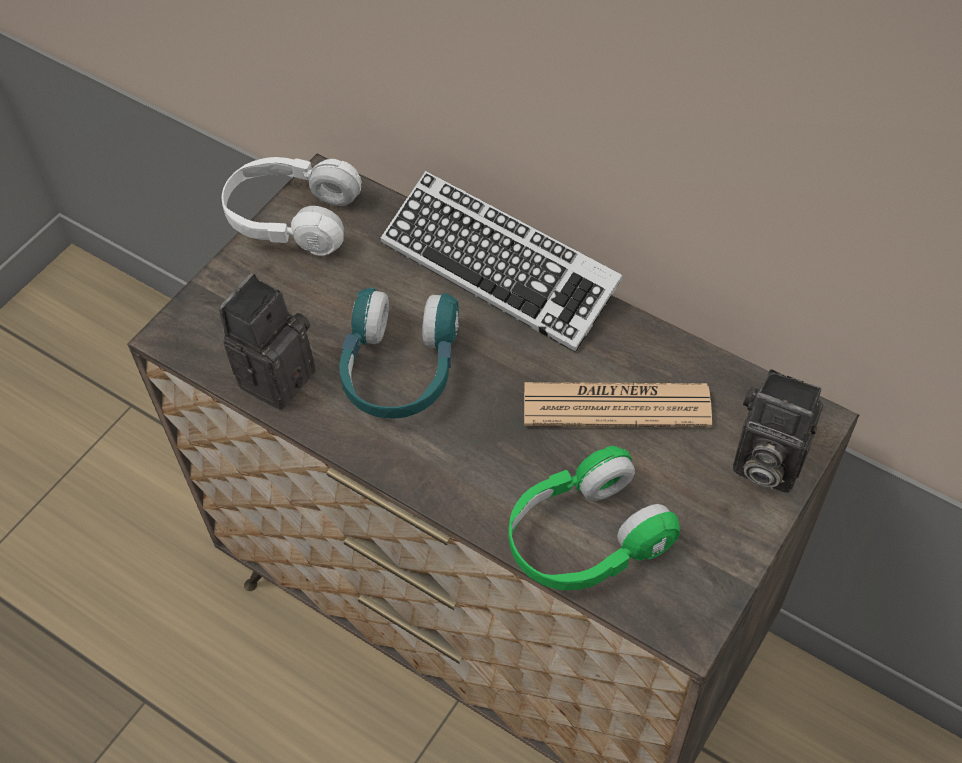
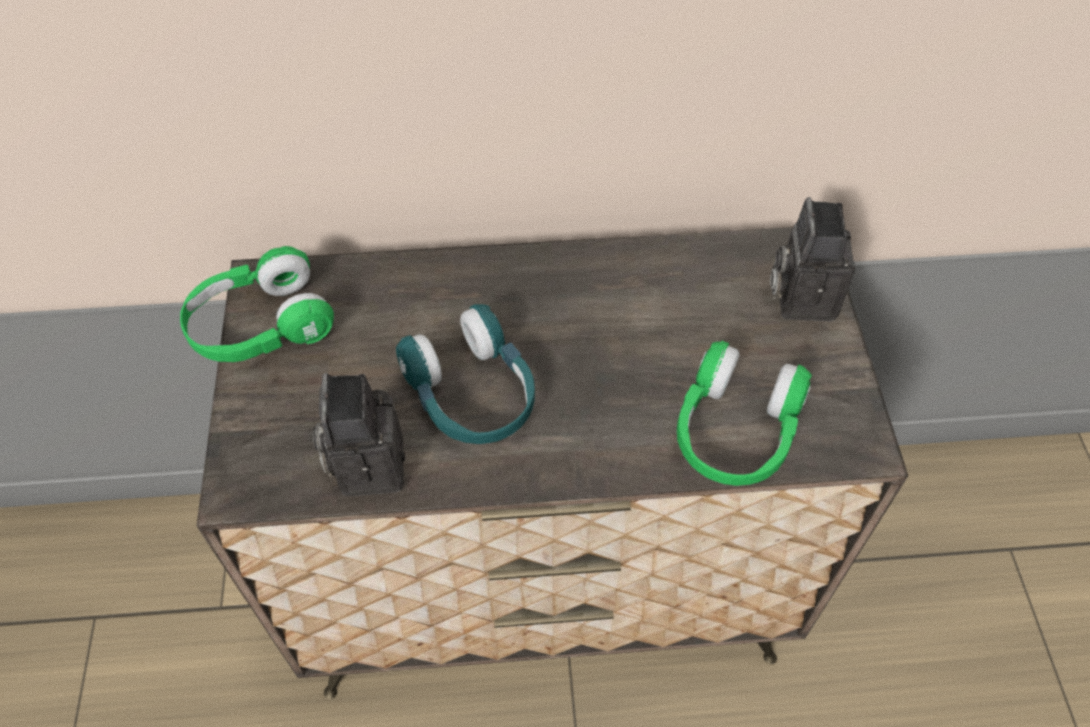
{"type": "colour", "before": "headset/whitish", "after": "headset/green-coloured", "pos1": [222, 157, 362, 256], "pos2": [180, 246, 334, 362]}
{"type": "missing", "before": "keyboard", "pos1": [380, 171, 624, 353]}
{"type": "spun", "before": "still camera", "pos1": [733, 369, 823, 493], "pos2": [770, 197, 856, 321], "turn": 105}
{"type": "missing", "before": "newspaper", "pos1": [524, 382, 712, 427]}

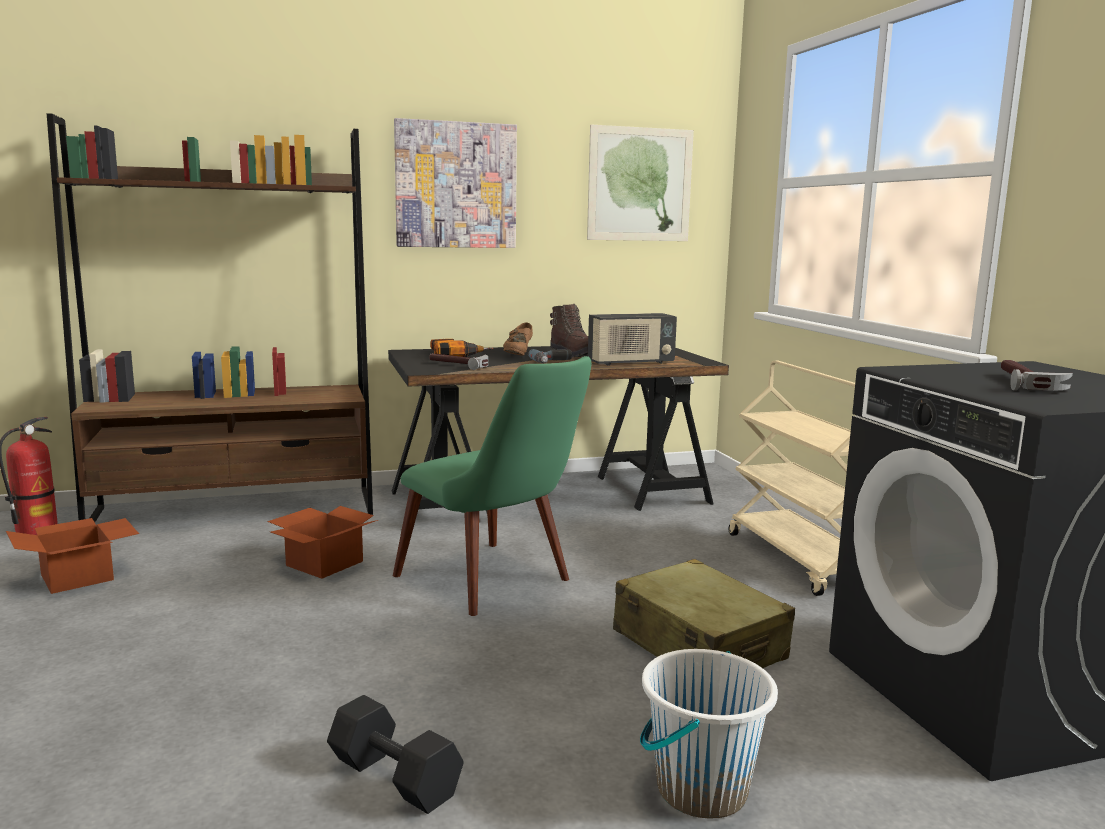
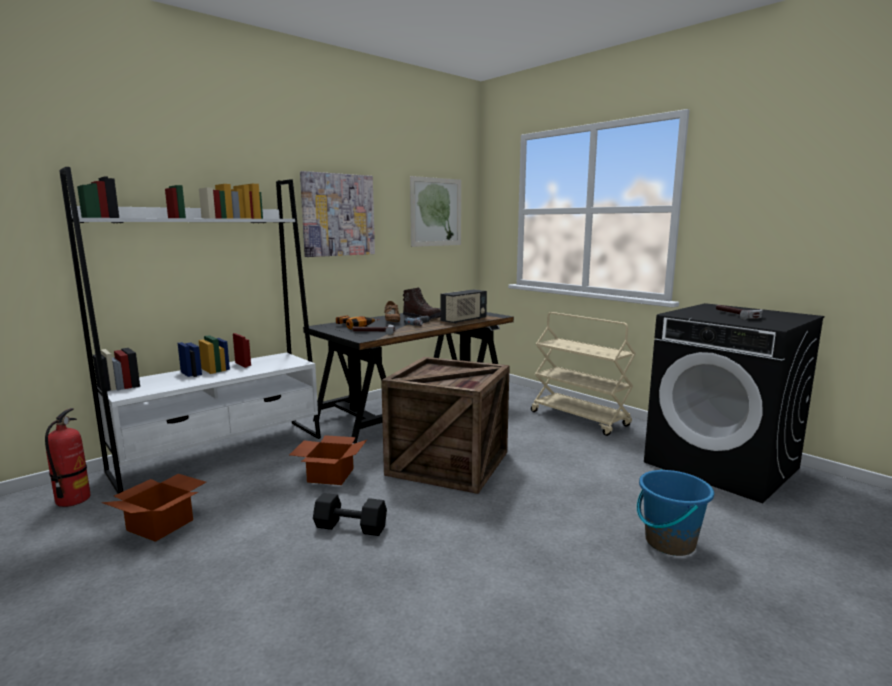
{"type": "colour", "before": "shelving unit/brownish", "after": "shelving unit/whitish", "pos1": [47, 113, 373, 522], "pos2": [59, 167, 321, 494]}
{"type": "exchanged", "before": "chair/green-coloured", "after": "packing crate", "pos1": [393, 356, 592, 616], "pos2": [381, 357, 510, 494]}
{"type": "missing", "before": "suitcase/sand-coloured", "pos1": [613, 559, 795, 668]}
{"type": "colour", "before": "bucket/whitish", "after": "bucket/blue", "pos1": [640, 649, 778, 819], "pos2": [637, 469, 714, 556]}
{"type": "relocated", "before": "free weight/black-coloured", "pos1": [327, 695, 464, 814], "pos2": [313, 493, 387, 536]}

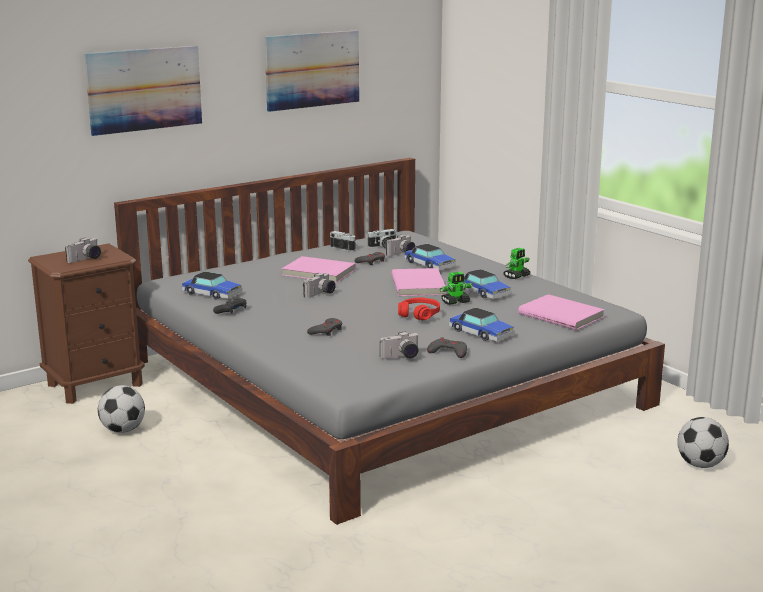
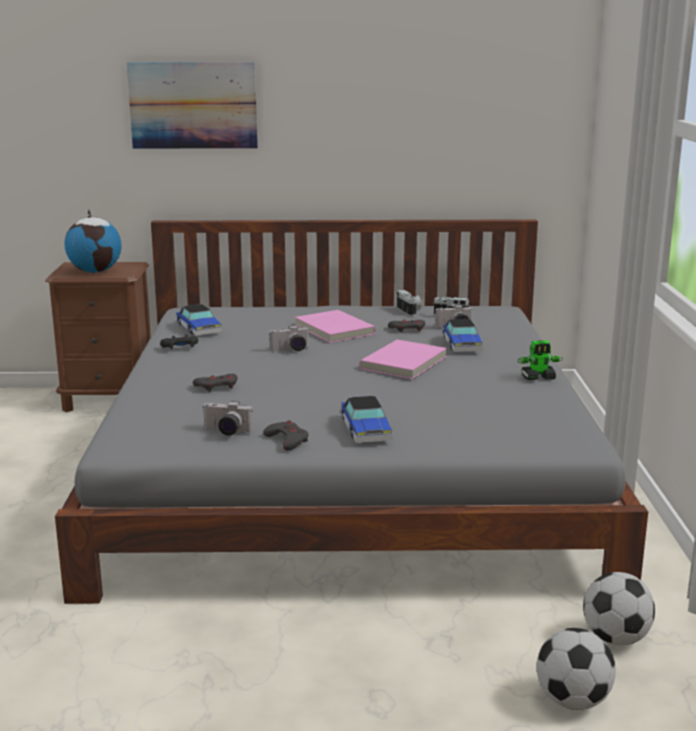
{"type": "missing", "before": "wall art", "pos1": [265, 30, 359, 112]}
{"type": "exchanged", "before": "still camera", "after": "world globe", "pos1": [65, 238, 101, 263], "pos2": [65, 210, 122, 273]}
{"type": "missing", "before": "model car", "pos1": [462, 269, 512, 299]}
{"type": "missing", "before": "model robot", "pos1": [439, 271, 474, 305]}
{"type": "missing", "before": "bound book/pinkish", "pos1": [518, 294, 604, 330]}
{"type": "missing", "before": "headset/red-coloured", "pos1": [398, 298, 440, 320]}
{"type": "relocated", "before": "football", "pos1": [98, 385, 145, 433], "pos2": [583, 572, 655, 645]}

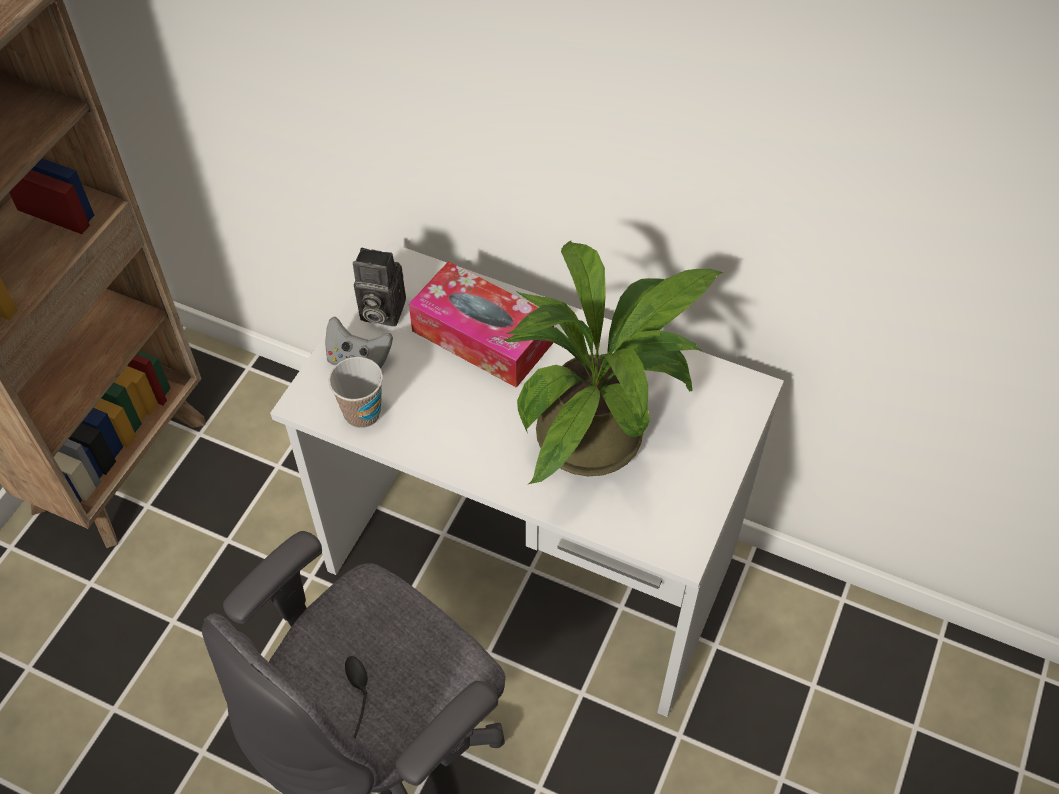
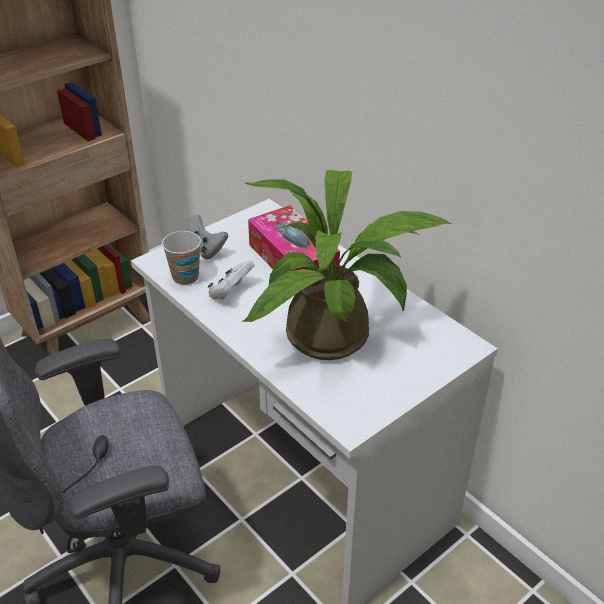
{"type": "missing", "before": "still camera", "pos1": [353, 248, 406, 326]}
{"type": "appeared", "after": "joypad/whitish", "pos2": [208, 260, 255, 300]}

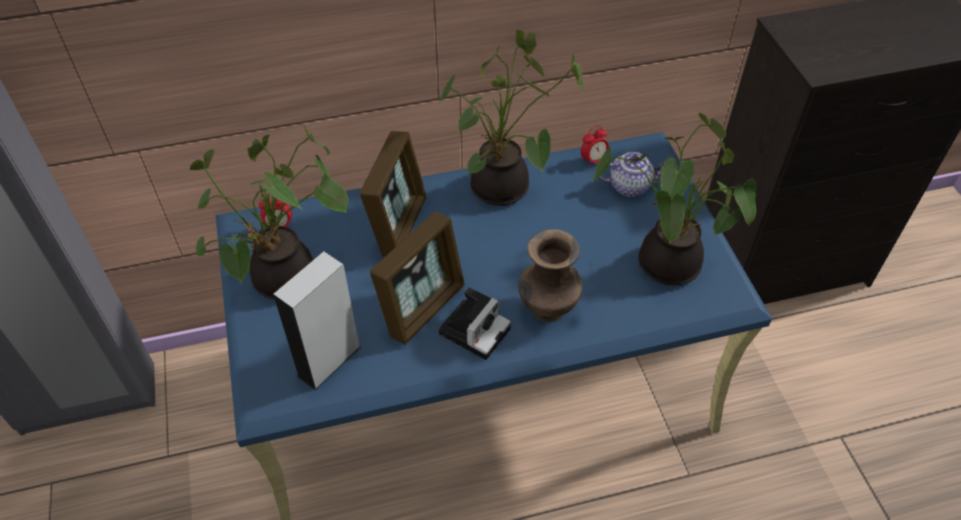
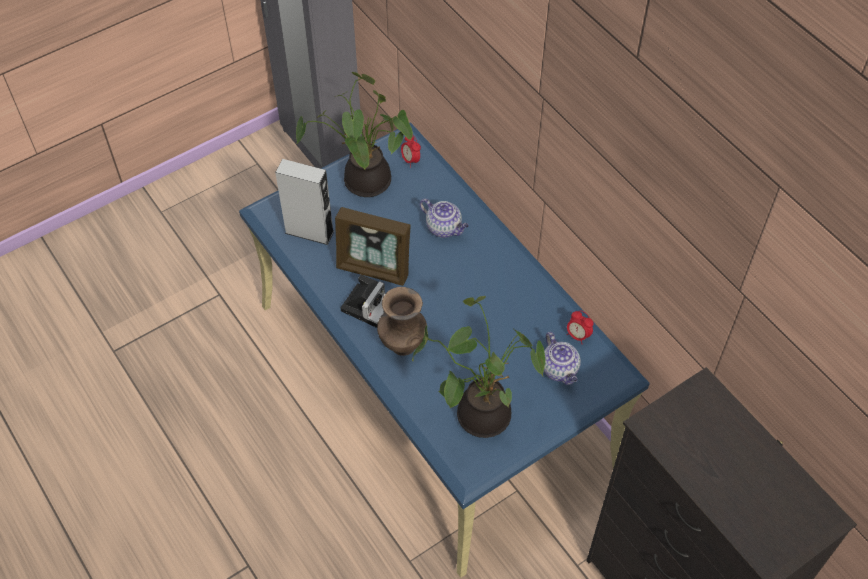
{"type": "missing", "before": "houseplant", "pos1": [439, 30, 584, 206]}
{"type": "exchanged", "before": "picture frame", "after": "tea pot", "pos1": [359, 131, 426, 257], "pos2": [420, 199, 469, 238]}
{"type": "spun", "before": "still camera", "pos1": [439, 287, 511, 360], "pos2": [341, 275, 386, 328], "turn": -75}

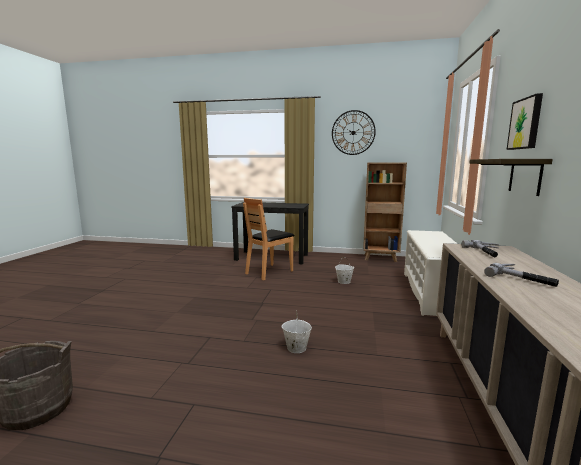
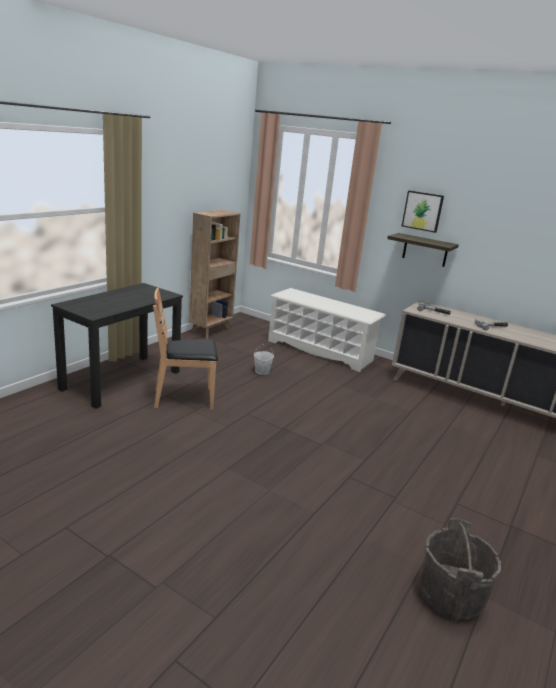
{"type": "missing", "before": "hanging clock", "pos1": [332, 110, 376, 155]}
{"type": "spun", "before": "chair/brownish", "pos1": [243, 198, 294, 280], "pos2": [153, 288, 218, 410], "turn": 105}
{"type": "missing", "before": "bucket/whitish", "pos1": [282, 311, 312, 353]}

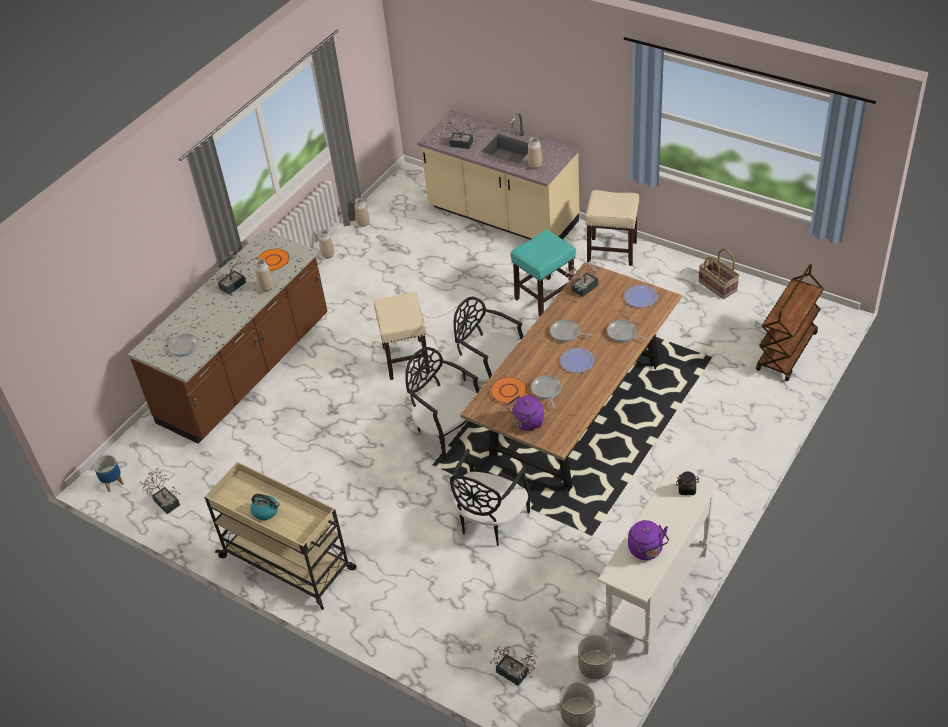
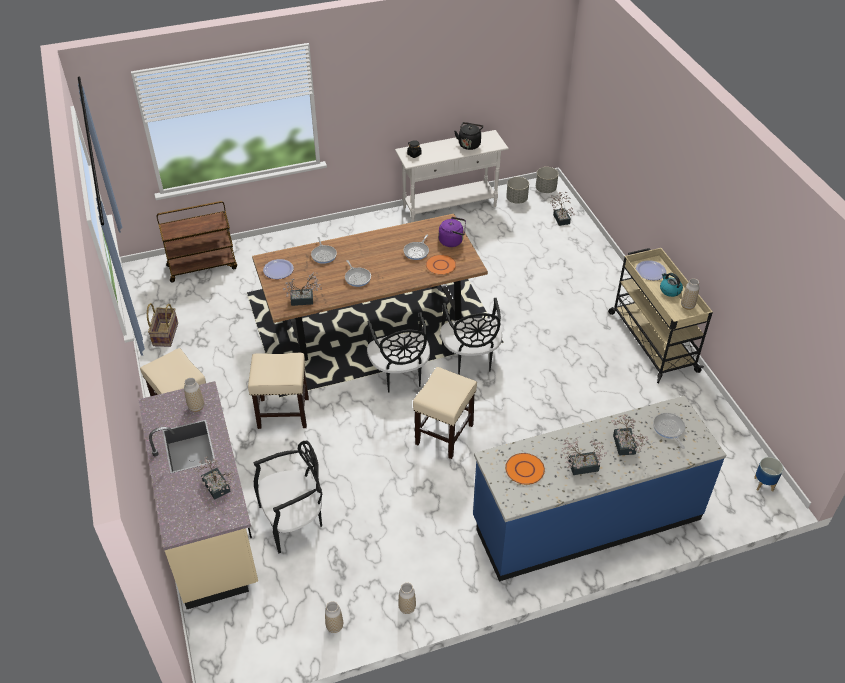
{"type": "colour", "before": "stool/turquoise-coloured", "after": "stool/sand-coloured", "pos1": [511, 229, 576, 317], "pos2": [248, 353, 309, 429]}
{"type": "colour", "before": "counter/brownish", "after": "counter/blue", "pos1": [128, 230, 328, 444], "pos2": [473, 396, 726, 582]}
{"type": "relocated", "before": "vase", "pos1": [255, 259, 273, 292], "pos2": [681, 278, 699, 310]}
{"type": "relocated", "before": "flat dish", "pos1": [560, 348, 595, 373], "pos2": [636, 260, 666, 280]}
{"type": "relocated", "before": "chair/black-coloured", "pos1": [450, 449, 530, 546], "pos2": [253, 441, 322, 553]}
{"type": "relocated", "before": "houseplant", "pos1": [139, 468, 181, 514], "pos2": [611, 414, 648, 455]}
{"type": "colour", "before": "water kettle/purple-coloured", "after": "water kettle/black-coloured", "pos1": [628, 520, 669, 560], "pos2": [454, 122, 483, 150]}

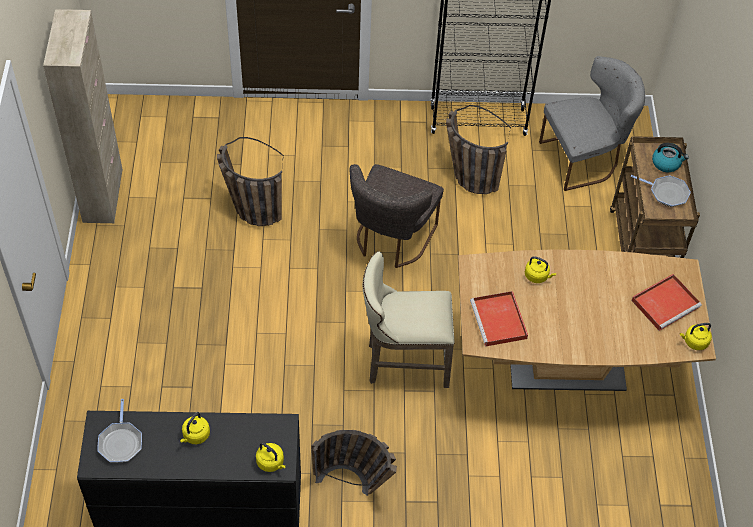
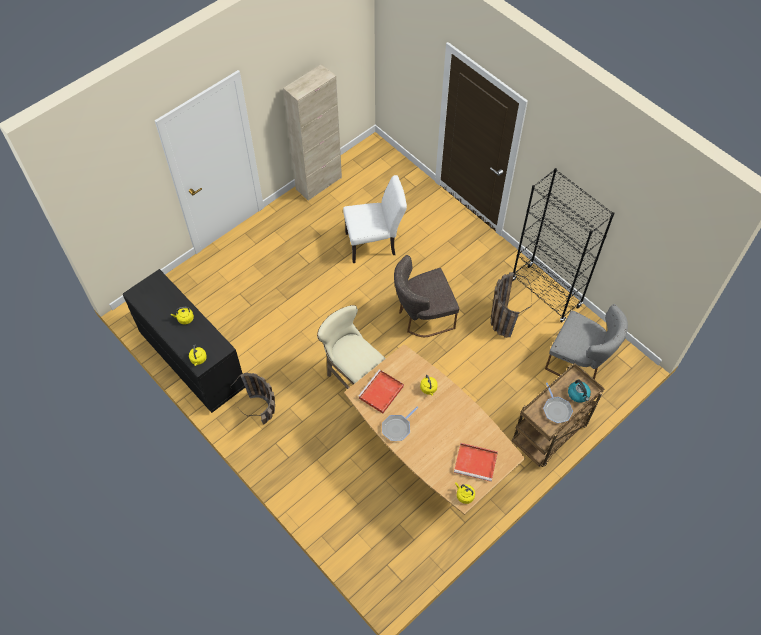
{"type": "exchanged", "before": "basket", "after": "chair/whitish", "pos1": [217, 137, 284, 226], "pos2": [343, 175, 407, 263]}
{"type": "relocated", "before": "frying pan", "pos1": [97, 399, 142, 463], "pos2": [382, 407, 418, 441]}

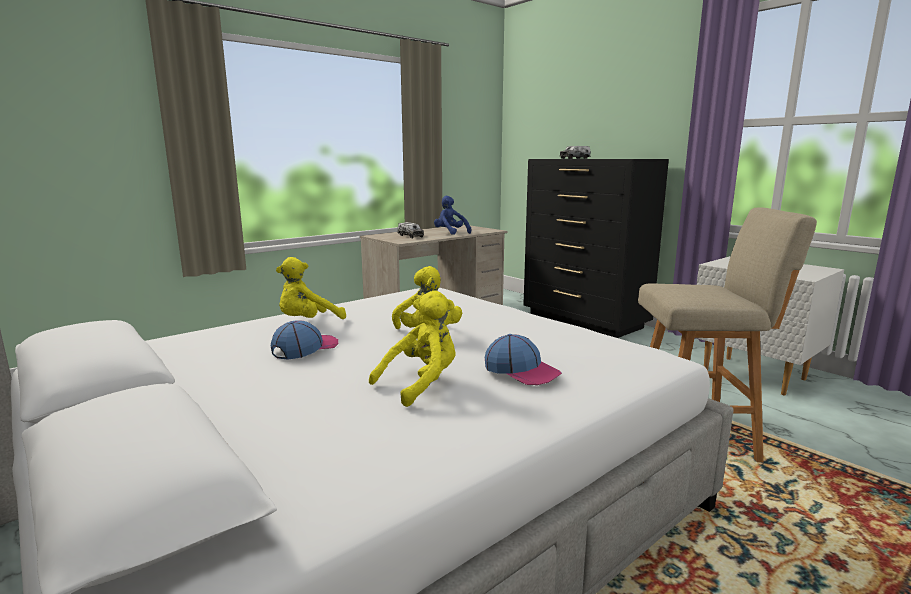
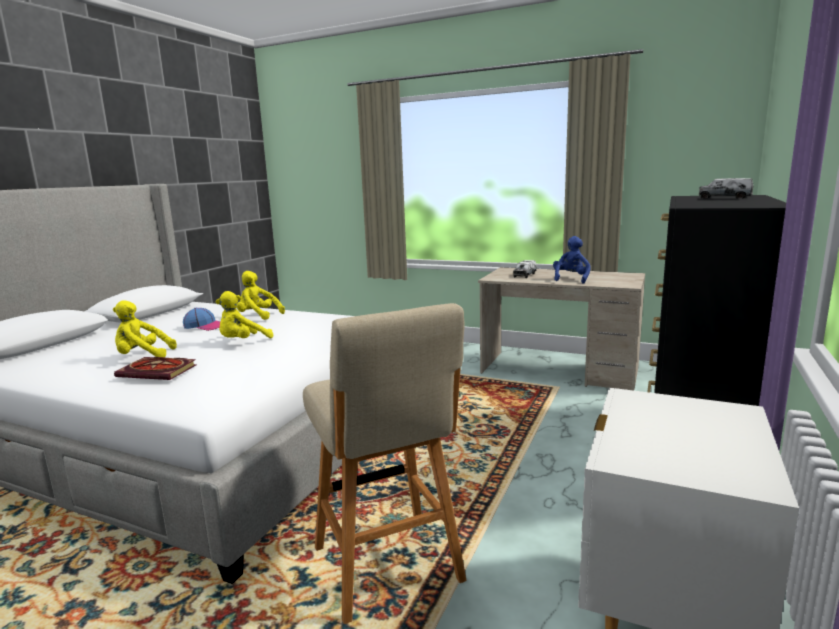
{"type": "spun", "before": "soft toy/yellow-coloured", "pos1": [369, 290, 455, 407], "pos2": [113, 301, 177, 357], "turn": 150}
{"type": "exchanged", "before": "cap", "after": "bound book", "pos1": [485, 334, 562, 385], "pos2": [114, 357, 197, 380]}

